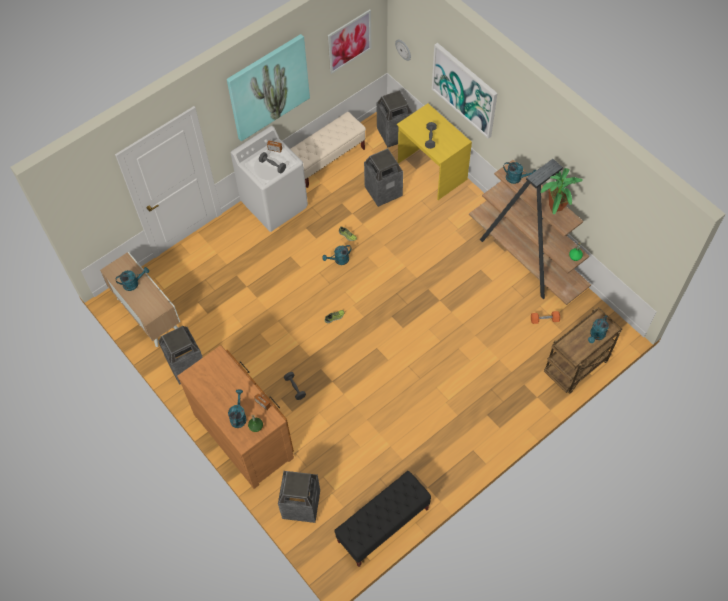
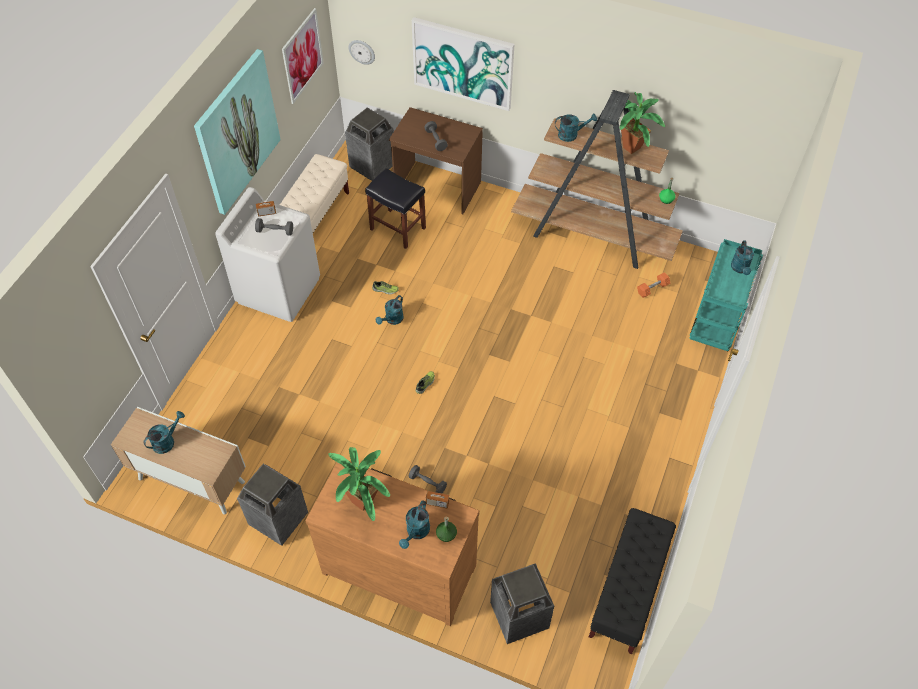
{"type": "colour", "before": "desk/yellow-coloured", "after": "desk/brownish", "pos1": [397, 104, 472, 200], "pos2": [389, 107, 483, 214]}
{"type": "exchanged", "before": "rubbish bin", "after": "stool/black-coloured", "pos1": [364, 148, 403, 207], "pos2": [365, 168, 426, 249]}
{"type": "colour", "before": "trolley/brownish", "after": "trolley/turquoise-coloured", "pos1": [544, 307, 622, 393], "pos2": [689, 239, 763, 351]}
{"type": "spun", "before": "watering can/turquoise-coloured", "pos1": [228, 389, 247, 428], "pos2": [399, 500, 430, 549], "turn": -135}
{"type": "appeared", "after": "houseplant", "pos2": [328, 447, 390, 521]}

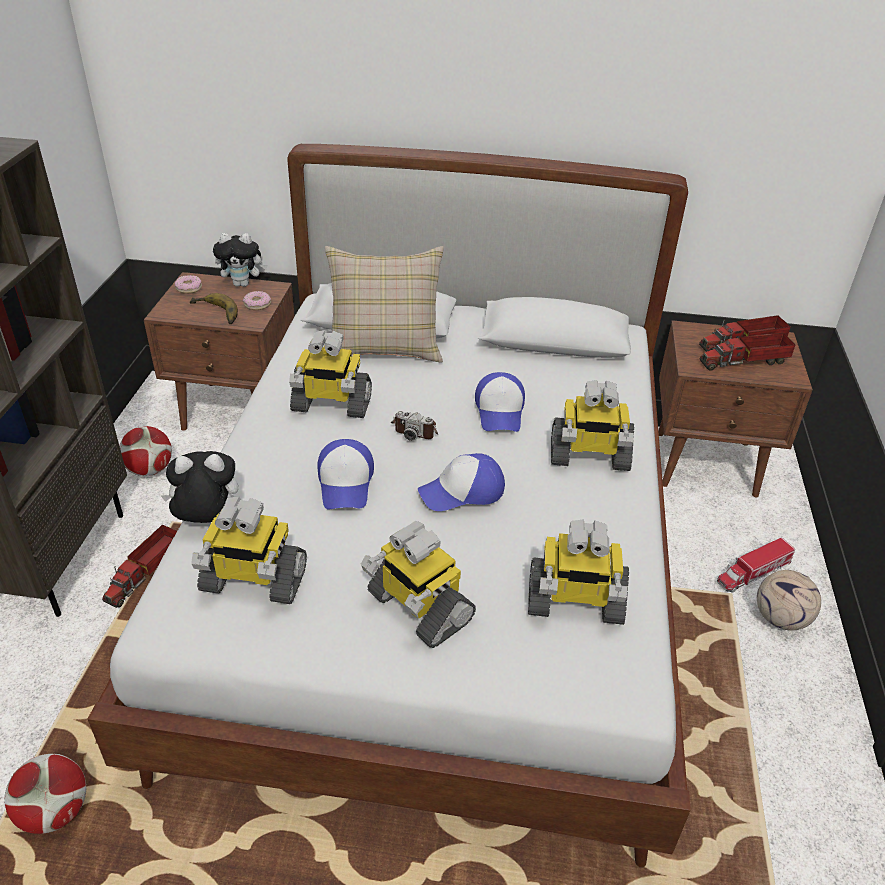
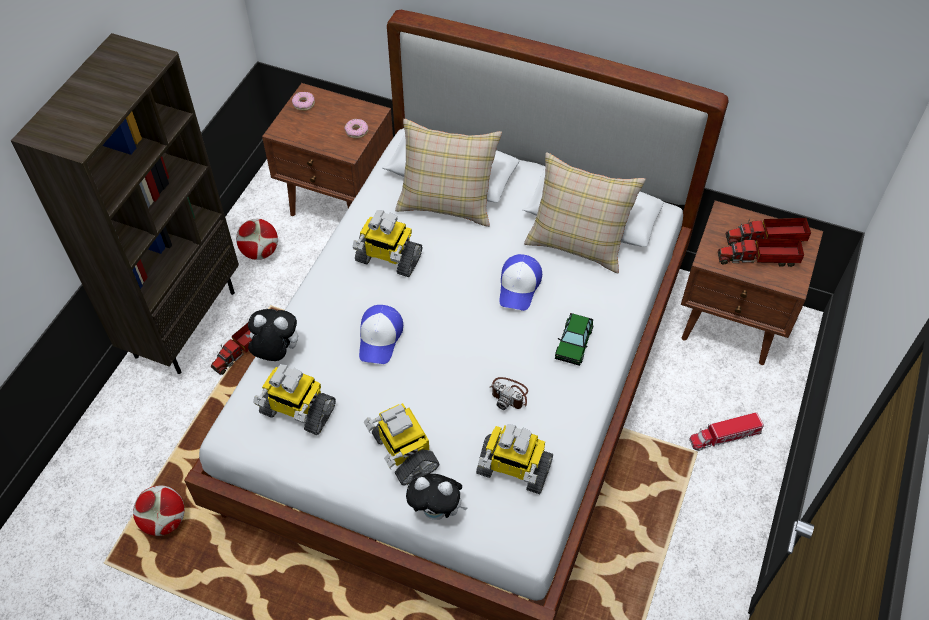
{"type": "relocated", "before": "soft toy", "pos1": [213, 233, 268, 287], "pos2": [406, 474, 468, 520]}
{"type": "missing", "before": "banana fruit", "pos1": [190, 293, 238, 324]}
{"type": "exchanged", "before": "model robot", "after": "model car", "pos1": [551, 380, 634, 471], "pos2": [555, 313, 593, 366]}
{"type": "relocated", "before": "still camera", "pos1": [391, 411, 438, 441], "pos2": [490, 377, 528, 410]}
{"type": "missing", "before": "cap", "pos1": [418, 453, 505, 511]}
{"type": "missing", "before": "football", "pos1": [757, 570, 821, 631]}
{"type": "appeared", "after": "cushion/sand-coloured", "pos2": [524, 152, 646, 273]}

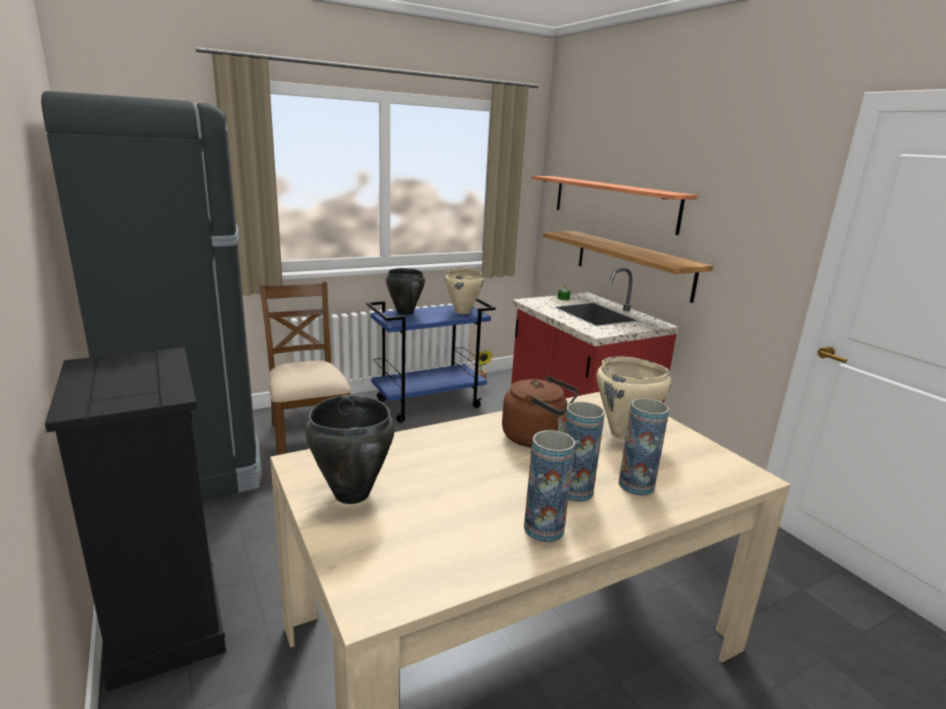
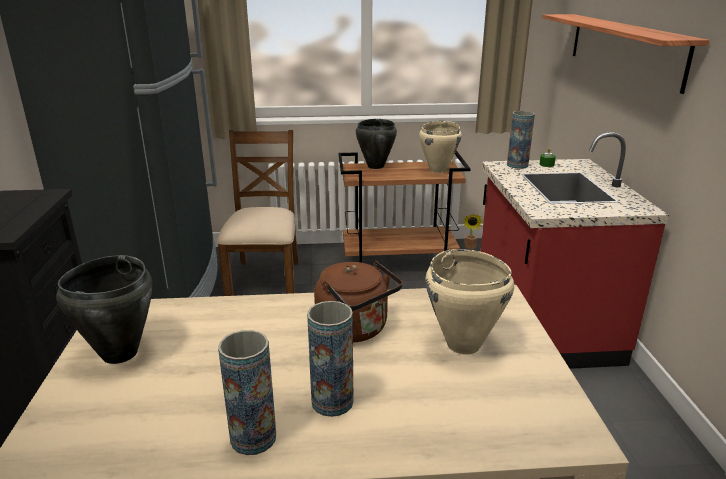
{"type": "missing", "before": "wall shelf", "pos1": [543, 231, 713, 303]}
{"type": "colour", "before": "trolley/blue", "after": "trolley/brownish", "pos1": [367, 298, 496, 423], "pos2": [338, 150, 471, 263]}
{"type": "relocated", "before": "vase", "pos1": [619, 398, 669, 496], "pos2": [507, 111, 535, 169]}

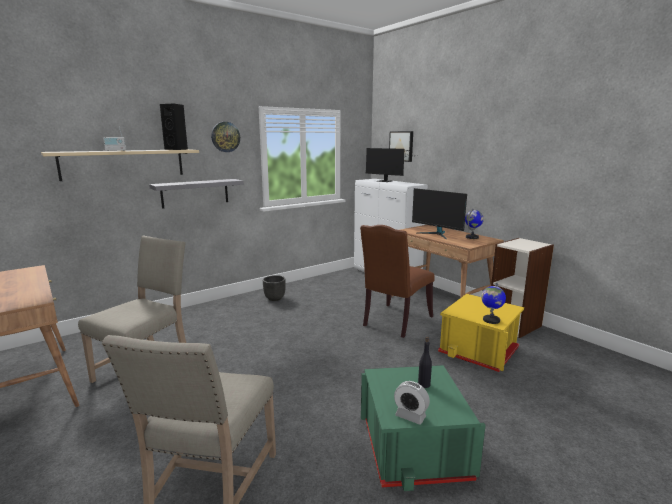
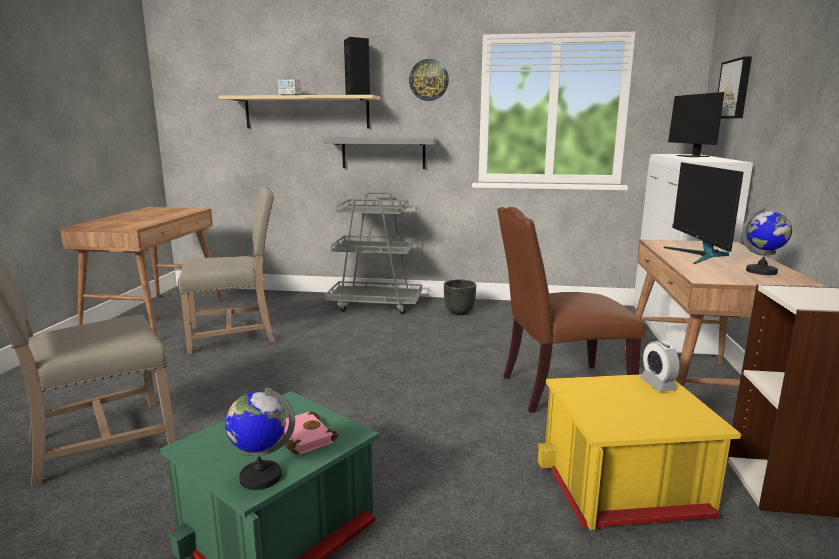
{"type": "relocated", "before": "world globe", "pos1": [481, 283, 506, 324], "pos2": [225, 387, 295, 490]}
{"type": "exchanged", "before": "bottle/black-coloured", "after": "bound book/pinkish", "pos1": [418, 337, 432, 388], "pos2": [280, 411, 338, 454]}
{"type": "relocated", "before": "table clock", "pos1": [394, 381, 430, 425], "pos2": [640, 340, 680, 392]}
{"type": "appeared", "after": "trolley/greyish", "pos2": [325, 192, 422, 315]}

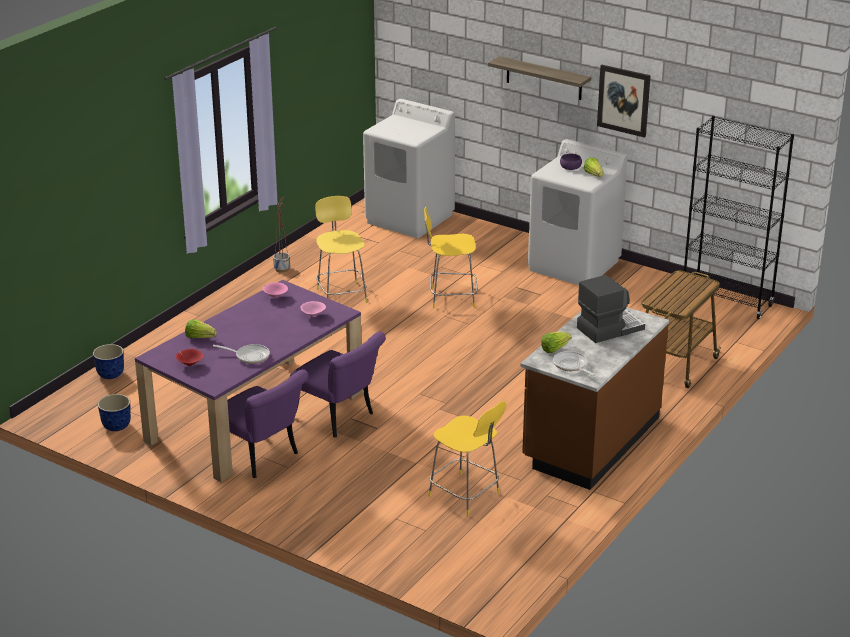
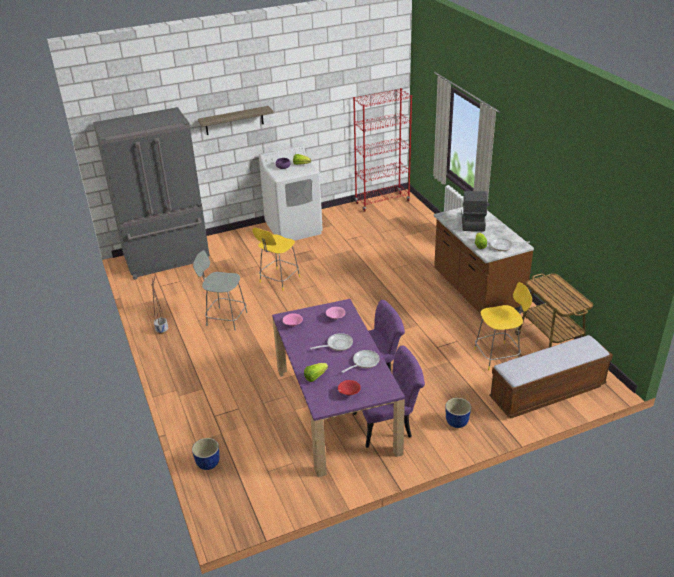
{"type": "missing", "before": "wall art", "pos1": [597, 65, 651, 138]}
{"type": "exchanged", "before": "washing machine/whitish", "after": "refrigerator/greyish", "pos1": [363, 99, 455, 238], "pos2": [93, 107, 210, 280]}
{"type": "colour", "before": "shelving unit/black-coloured", "after": "shelving unit/red-coloured", "pos1": [684, 116, 794, 319], "pos2": [353, 88, 412, 212]}
{"type": "colour", "before": "stool/yellow-coloured", "after": "stool/greyish", "pos1": [315, 196, 367, 303], "pos2": [193, 250, 248, 331]}
{"type": "relocated", "before": "trolley", "pos1": [642, 271, 721, 388], "pos2": [515, 273, 593, 347]}
{"type": "relocated", "before": "flower pot", "pos1": [98, 394, 131, 431], "pos2": [445, 398, 471, 428]}
{"type": "appeared", "after": "frying pan", "pos2": [310, 333, 353, 351]}
{"type": "appeared", "after": "bench", "pos2": [489, 335, 613, 418]}

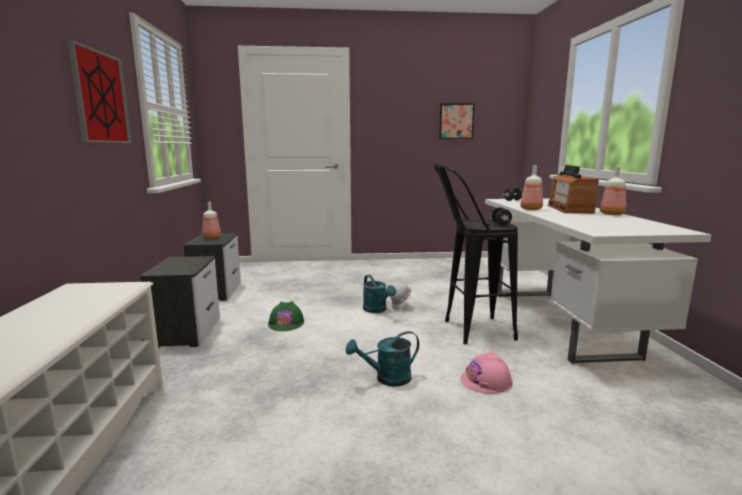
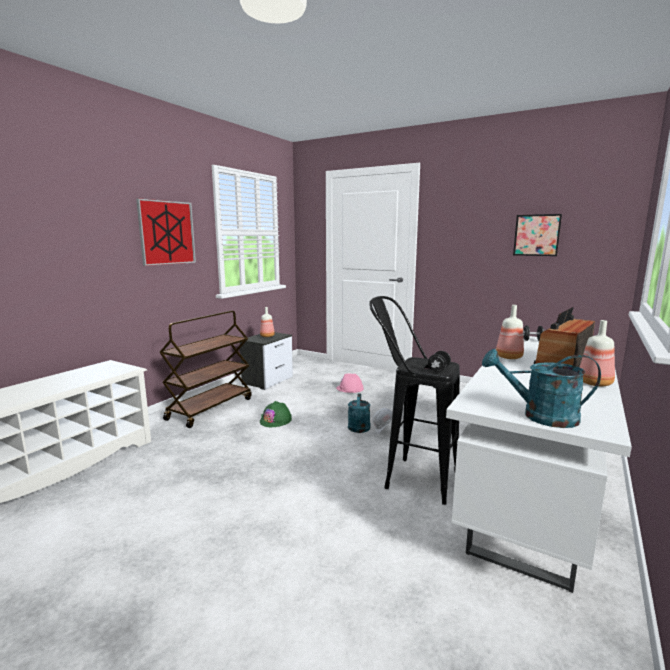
{"type": "exchanged", "before": "nightstand", "after": "trolley/brownish", "pos1": [140, 256, 220, 348], "pos2": [159, 311, 252, 428]}
{"type": "relocated", "before": "watering can/turquoise-coloured", "pos1": [346, 331, 419, 387], "pos2": [482, 349, 601, 428]}
{"type": "relocated", "before": "hard hat/pinkish", "pos1": [461, 352, 513, 394], "pos2": [336, 373, 364, 393]}

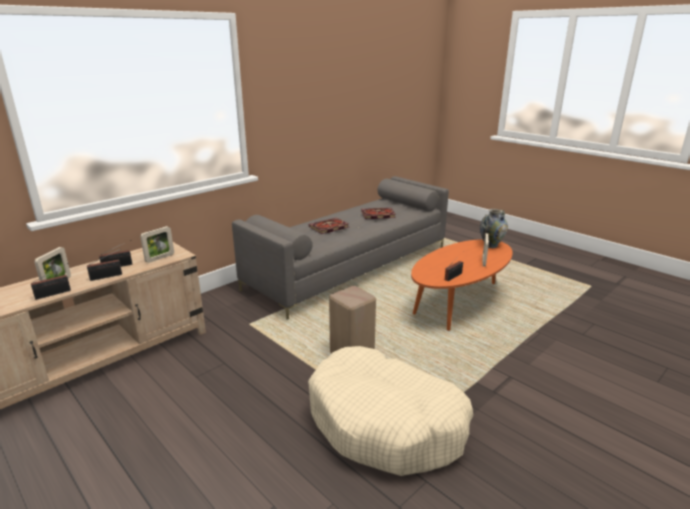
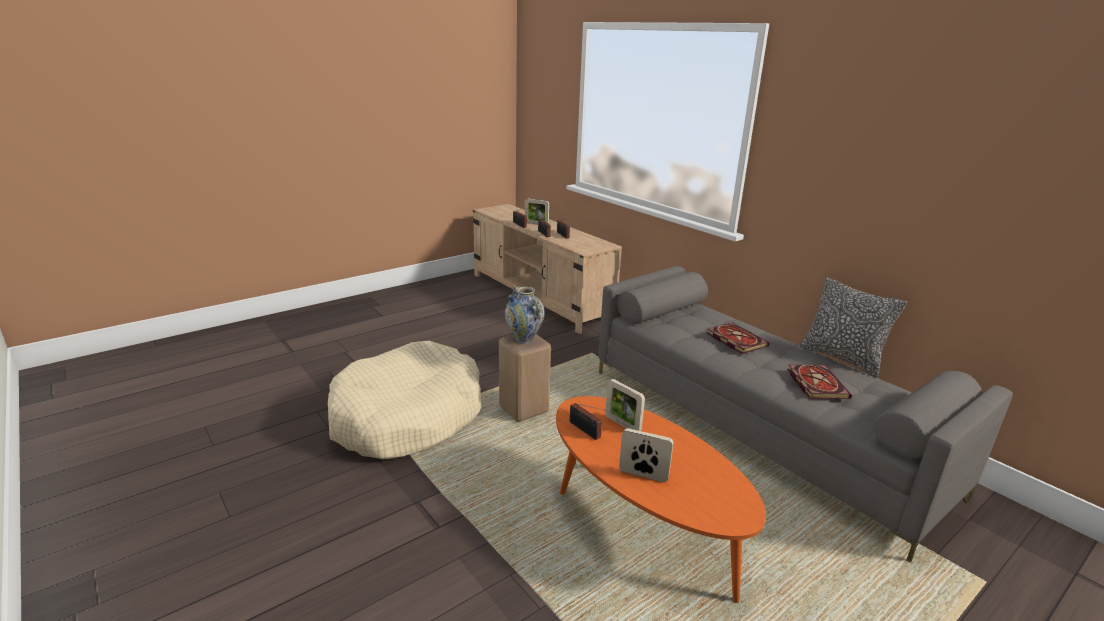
{"type": "relocated", "before": "vase", "pos1": [480, 209, 508, 248], "pos2": [505, 286, 545, 344]}
{"type": "relocated", "before": "picture frame", "pos1": [140, 226, 174, 263], "pos2": [605, 379, 645, 431]}
{"type": "appeared", "after": "cushion", "pos2": [800, 277, 907, 377]}

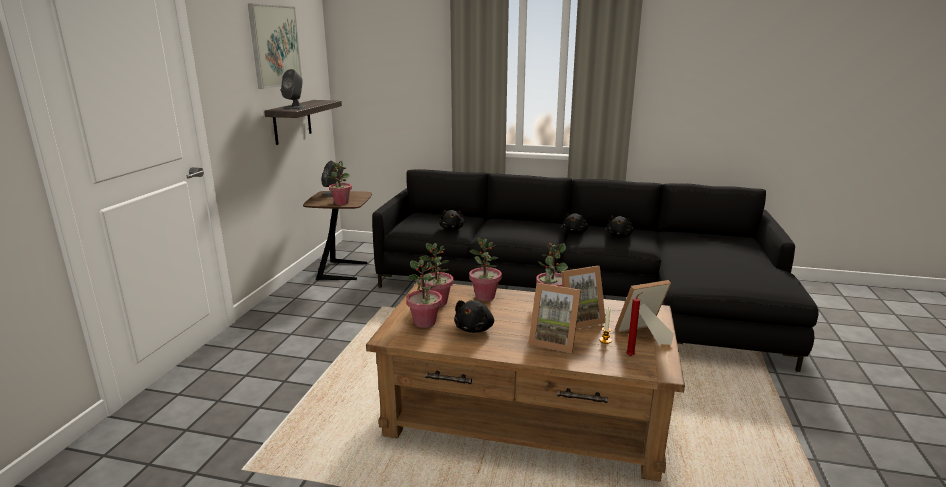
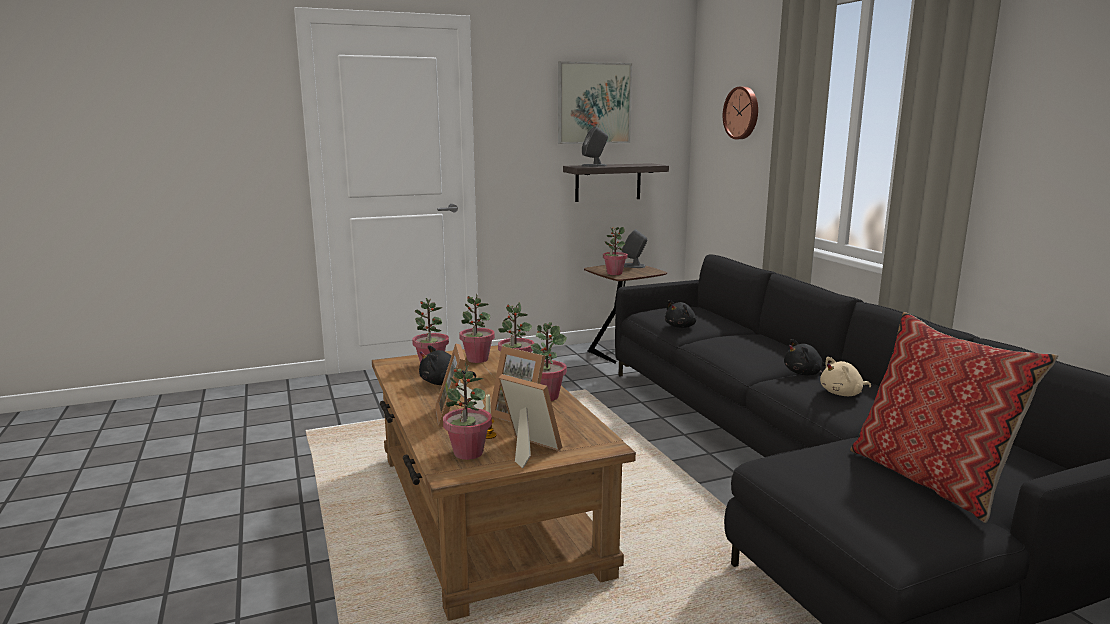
{"type": "colour", "before": "soft toy/black-coloured", "after": "soft toy/sand-coloured", "pos1": [607, 216, 634, 237], "pos2": [820, 357, 871, 396]}
{"type": "exchanged", "before": "wax light/red-coloured", "after": "houseplant", "pos1": [626, 292, 643, 356], "pos2": [443, 363, 492, 460]}
{"type": "appeared", "after": "hanging clock", "pos2": [723, 87, 758, 139]}
{"type": "appeared", "after": "cushion", "pos2": [850, 312, 1058, 523]}

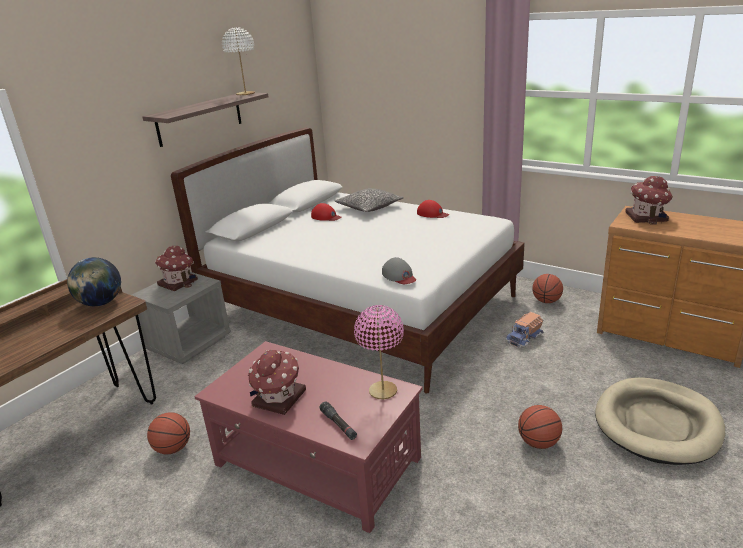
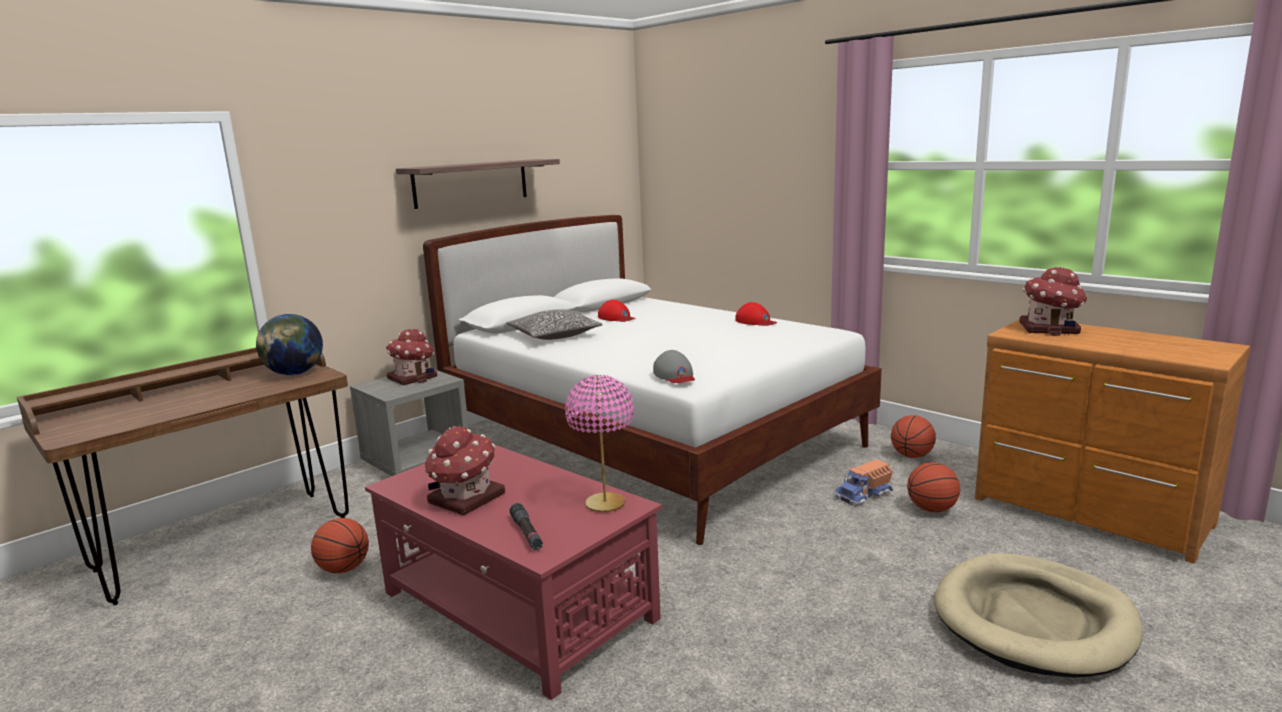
{"type": "missing", "before": "tabletop lamp/whitish", "pos1": [222, 27, 255, 95]}
{"type": "relocated", "before": "cushion", "pos1": [335, 188, 403, 212], "pos2": [506, 310, 602, 340]}
{"type": "relocated", "before": "basketball ball", "pos1": [518, 405, 562, 449], "pos2": [907, 462, 960, 513]}

